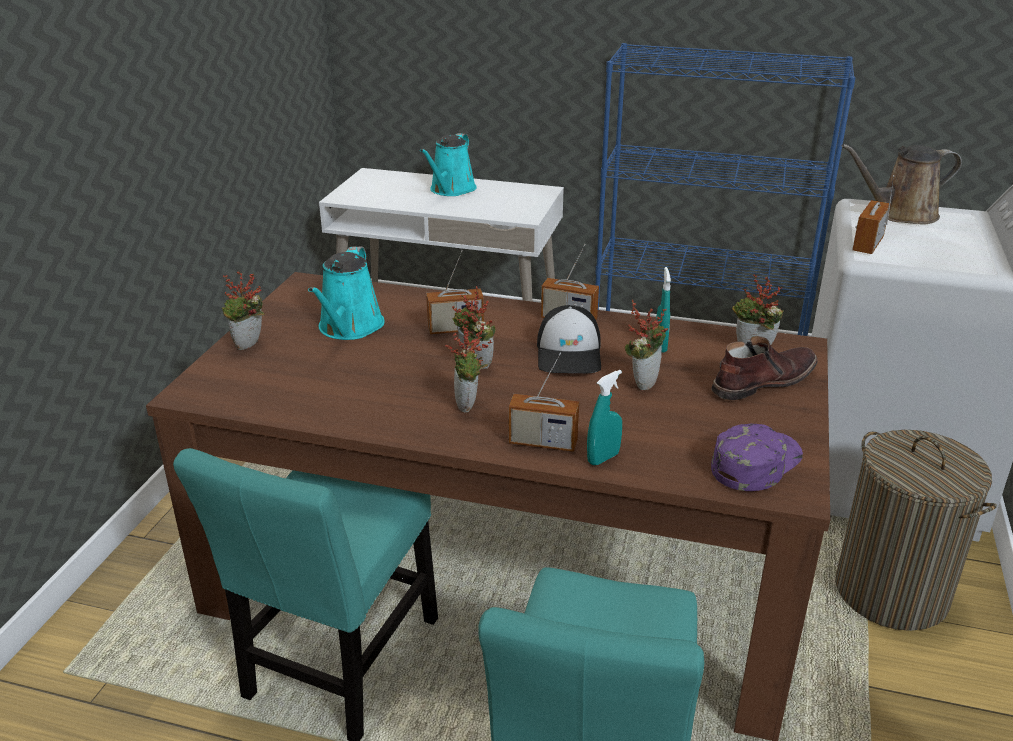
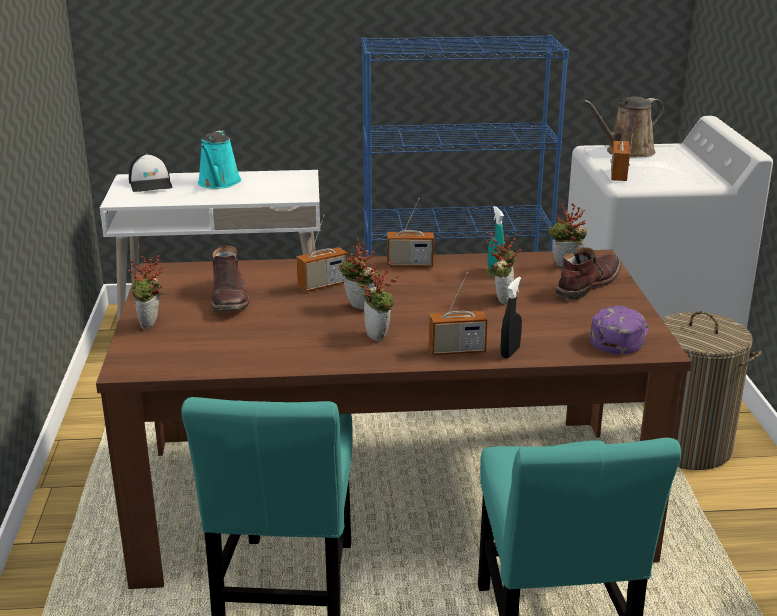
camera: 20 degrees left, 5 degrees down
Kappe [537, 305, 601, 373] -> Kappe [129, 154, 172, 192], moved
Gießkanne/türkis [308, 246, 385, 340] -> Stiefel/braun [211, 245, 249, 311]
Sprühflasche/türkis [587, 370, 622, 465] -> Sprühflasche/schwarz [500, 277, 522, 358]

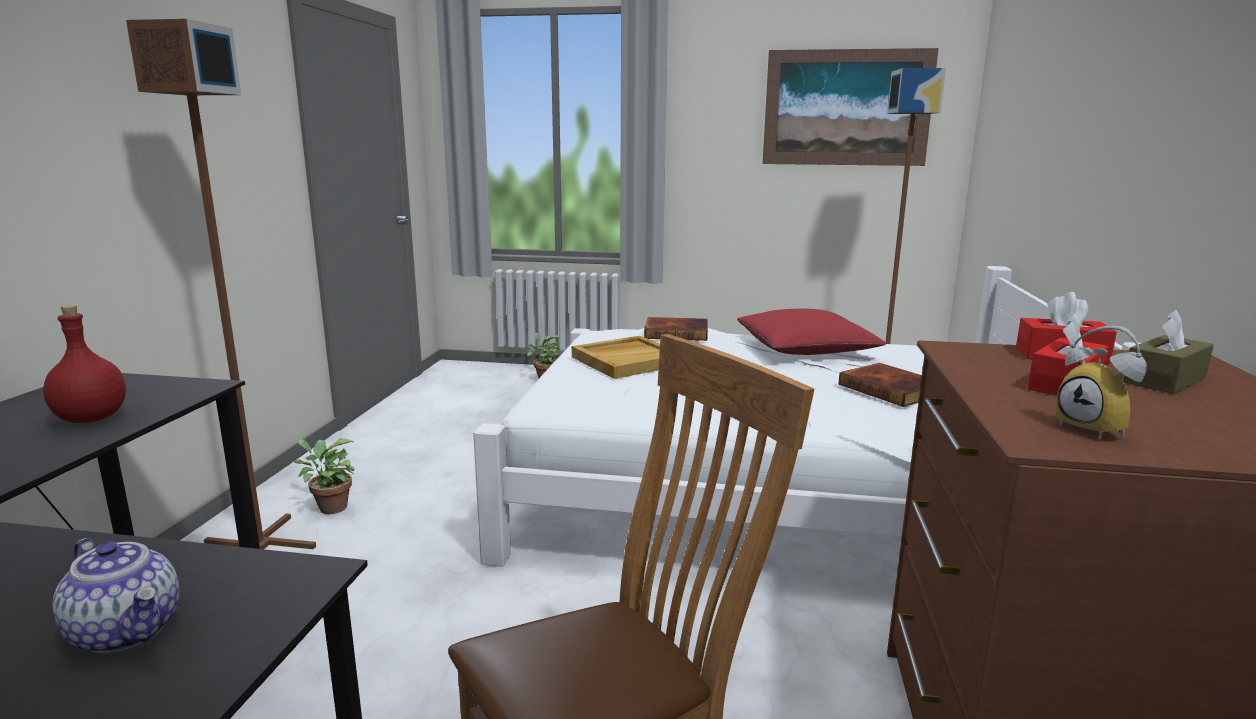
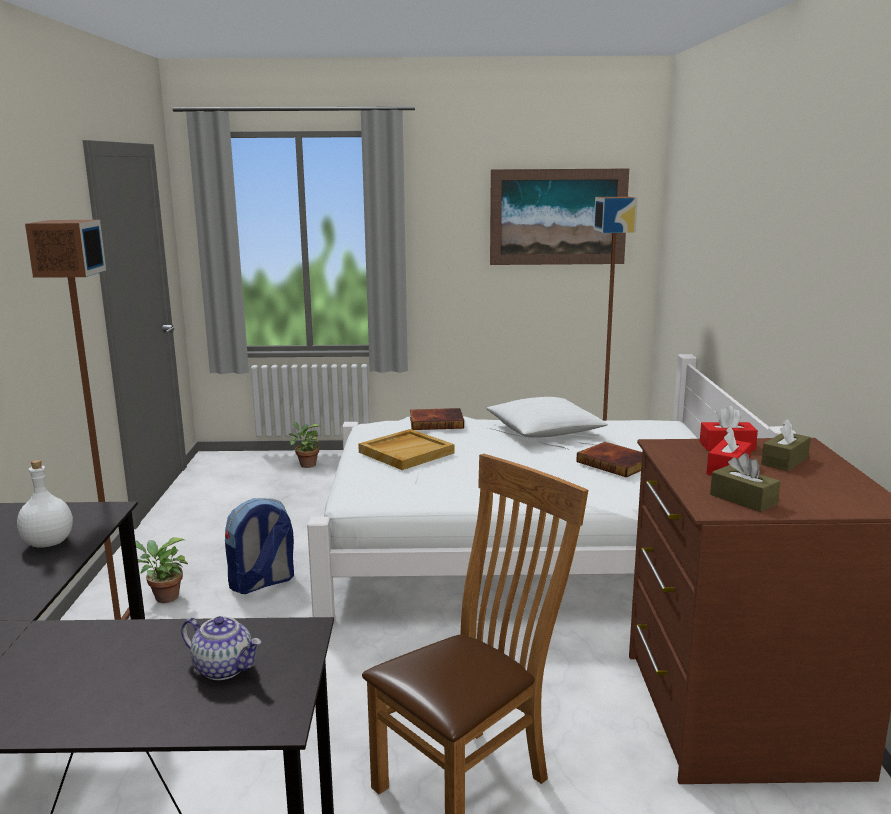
camera: 10 degrees left, 0 degrees up
Flasche/rot [43, 305, 126, 423] -> Flasche/weiß [17, 460, 73, 548]
none -> Rucksack [225, 498, 294, 594]
Kissen/rot [737, 309, 886, 355] -> Kissen/weiß [486, 397, 608, 438]
Wecker [1055, 326, 1147, 440] -> Taschentuchbox/braun [710, 453, 781, 512]

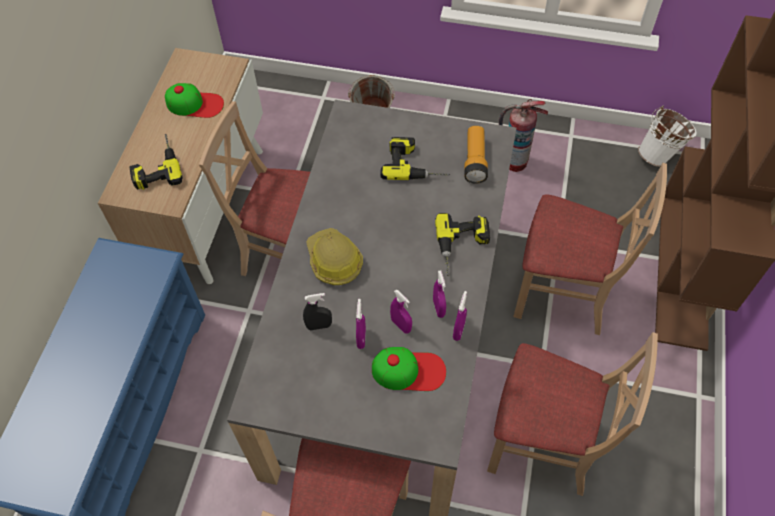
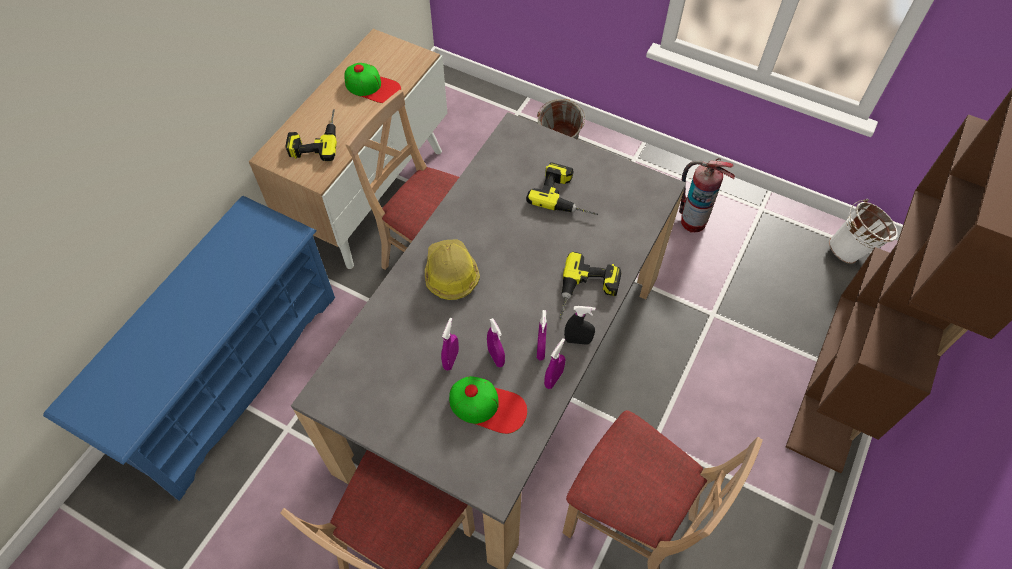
camera: 15 degrees right, 0 degrees up
Sprühflasche/schwarz [303, 293, 332, 330] -> Sprühflasche/schwarz [564, 306, 595, 345], moved
Taschenlampe [464, 126, 488, 184] -> none
Stuhl/beige [513, 163, 667, 335] -> none

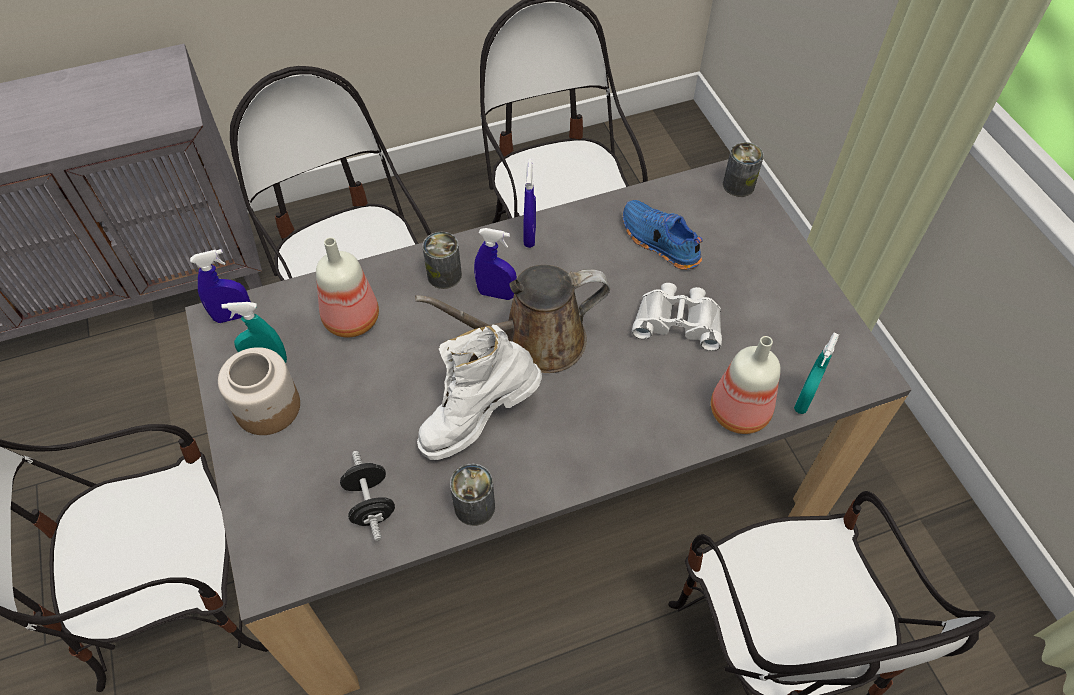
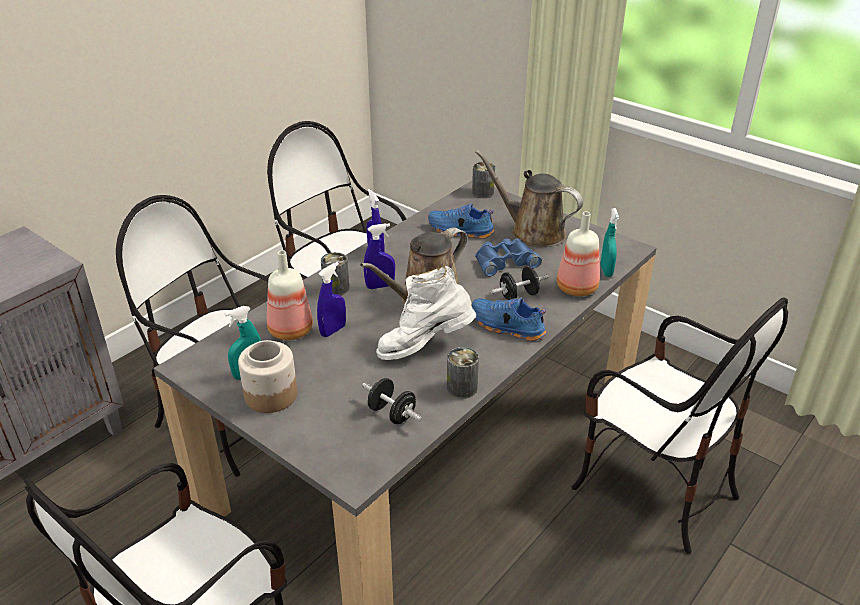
camera: 30 degrees left, 20 degrees down
Sprühflasche/blau [190, 249, 251, 323] -> Sprühflasche/blau [317, 262, 346, 337], moved
Stiefel/weiß [417, 325, 542, 460] -> Stiefel/weiß [376, 266, 476, 360], 45 degrees clockwise
none -> Schuh/blau [471, 298, 546, 341]
none -> Gießkanne/braun [475, 150, 583, 247]
Fernglas/weiß [632, 283, 722, 351] -> Fernglas/blau [475, 238, 542, 277]
none -> Hantel/schwarz [491, 267, 549, 300]

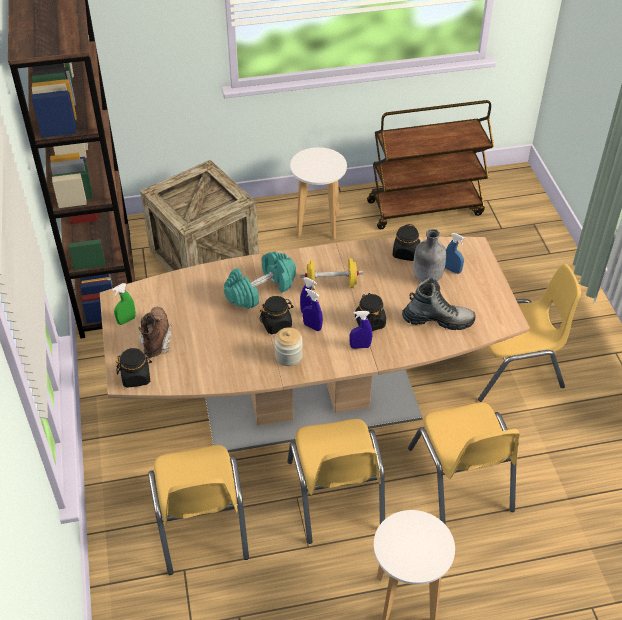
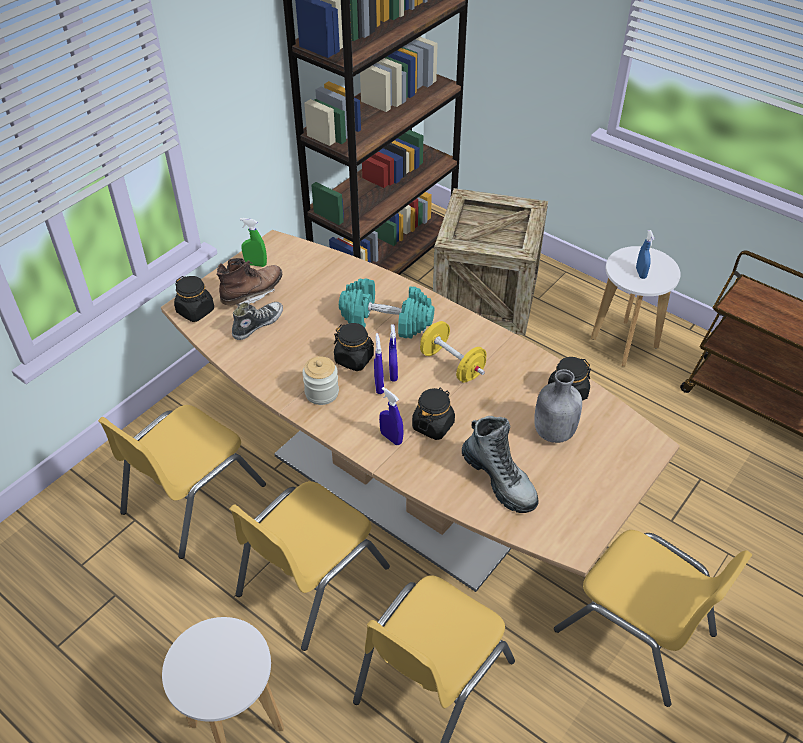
camera: 50 degrees right, 0 degrees up
none -> Schuh [232, 302, 283, 340]
Sprühflasche/blau [445, 233, 465, 274] -> Sprühflasche/blau [636, 230, 655, 279], moved

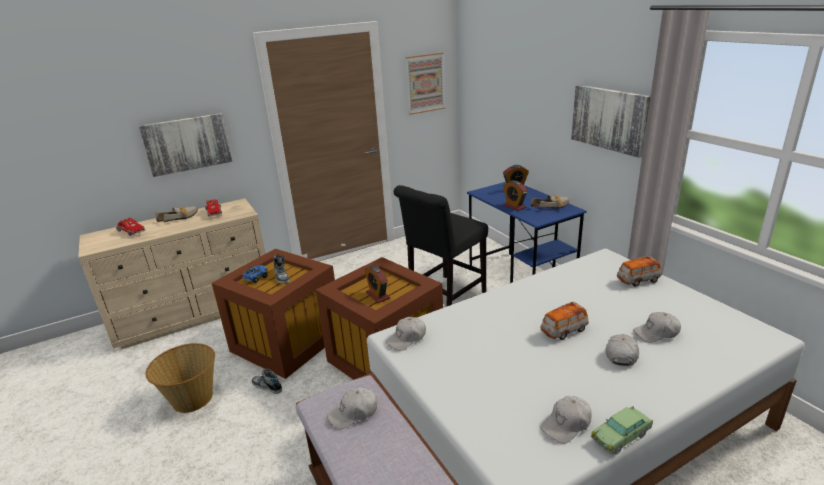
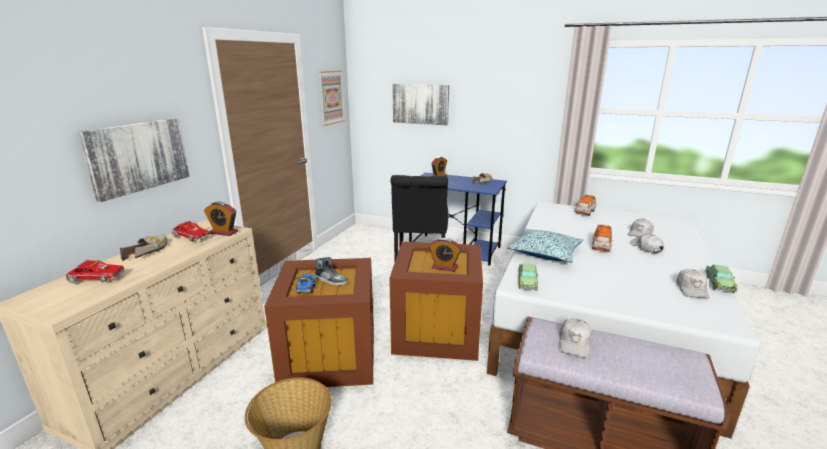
camera: 40 degrees left, 5 degrees down
Wecker [503, 180, 527, 211] -> Wecker [204, 201, 238, 236], moved
Bild [571, 85, 650, 158] -> Bild [392, 84, 449, 125], moved
none -> Kissen [507, 229, 584, 263]
Kappe/weiß [386, 317, 426, 351] -> Spielzeugauto [519, 263, 538, 291]
Schuh [252, 368, 282, 394] -> none

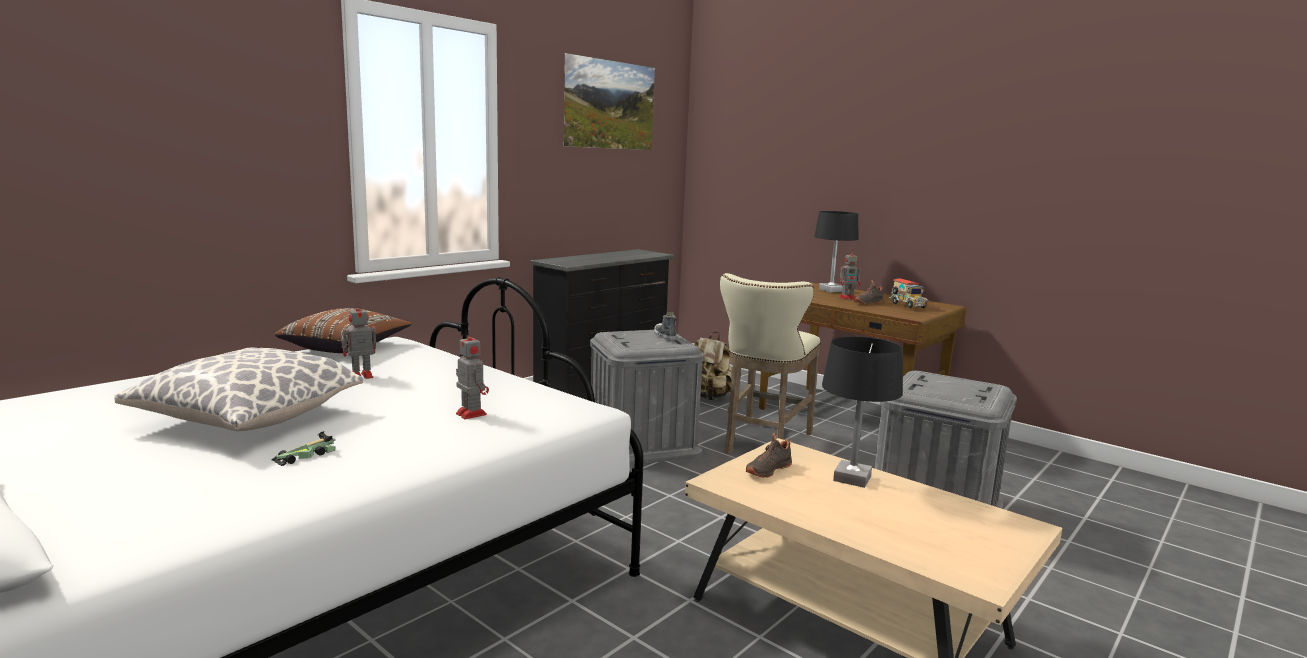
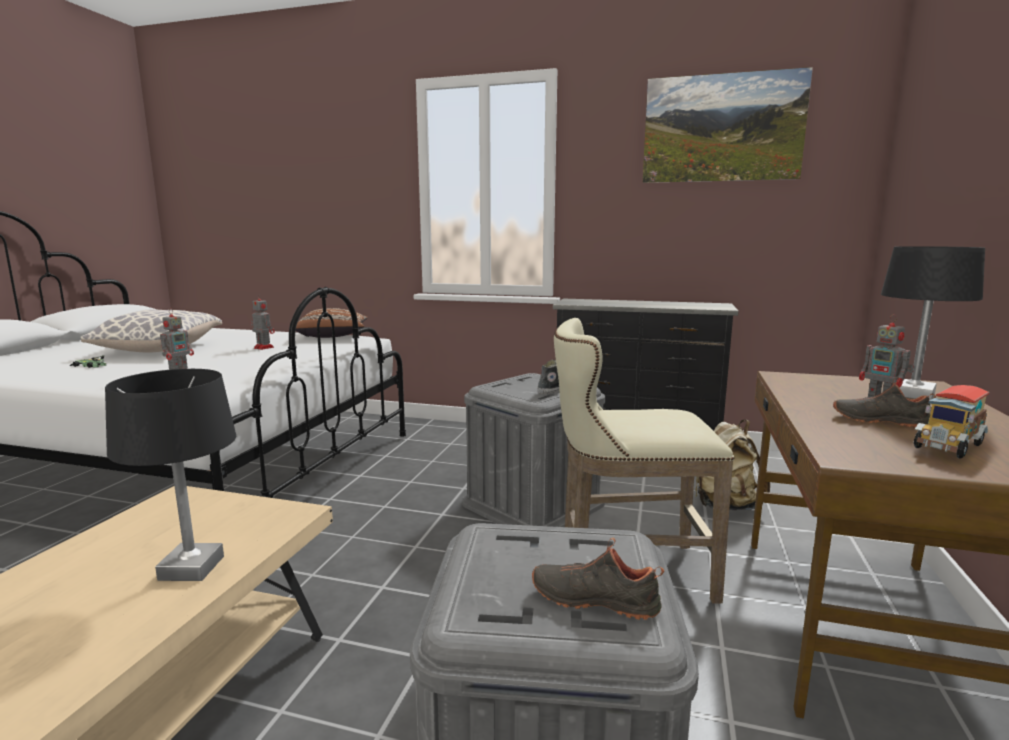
camera: 65 degrees right, 0 degrees up
Schuh/schwarz [746, 433, 792, 478] -> Schuh/schwarz [532, 538, 664, 620], moved

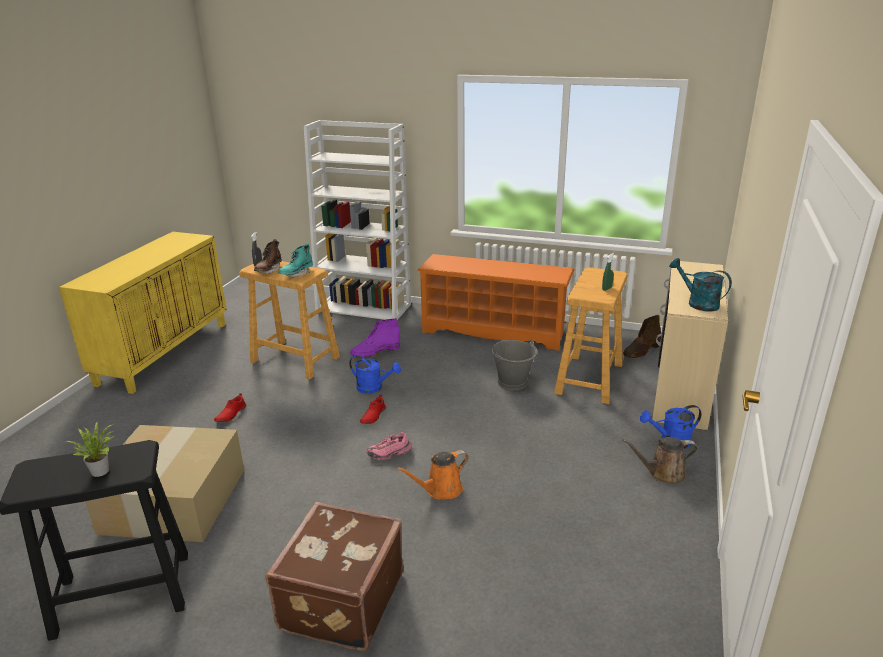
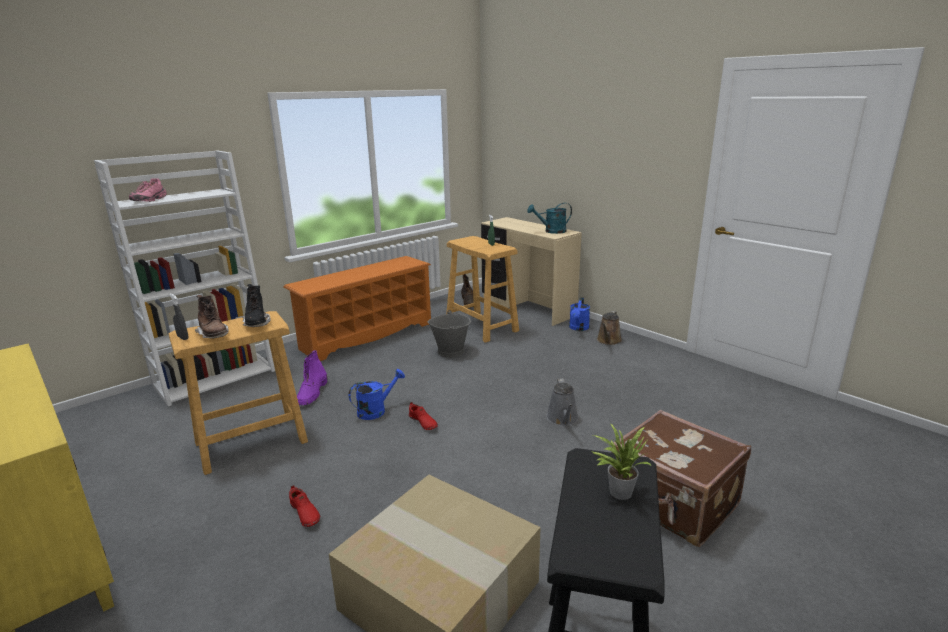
camera: 60 degrees left, 5 degrees down
Schuh/rosa [366, 432, 412, 461] -> Schuh/rosa [129, 178, 167, 202], moved
Stiefel/türkis [278, 243, 313, 277] -> Stiefel/schwarz [242, 284, 271, 327]
Gießkanne/orange [396, 450, 469, 499] -> Gießkanne/grau [546, 379, 579, 426]

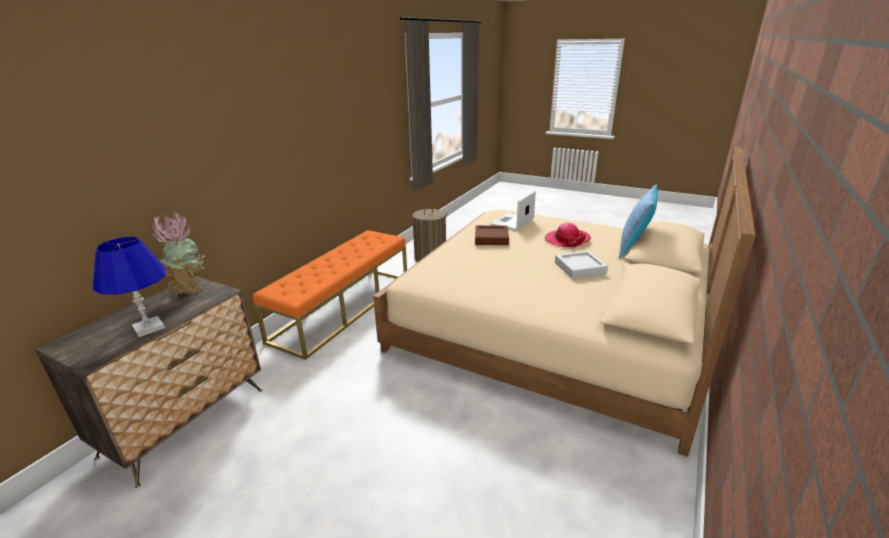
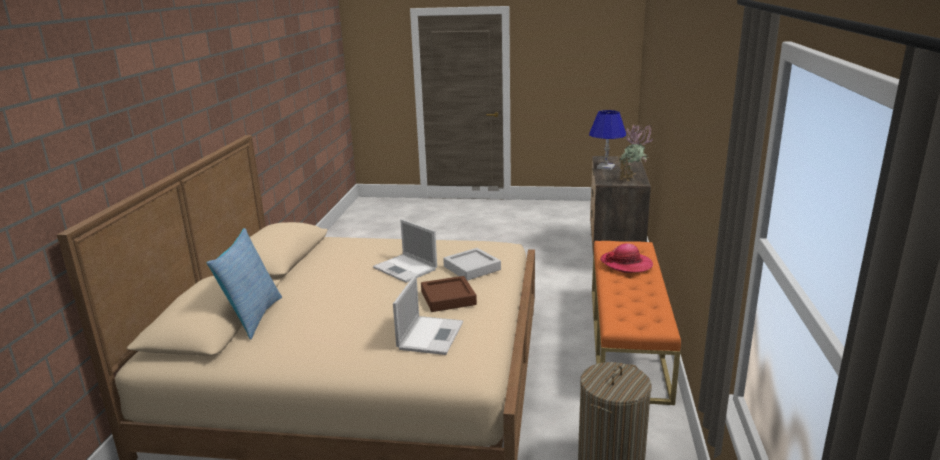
camera: 160 degrees right, 5 degrees down
none -> Laptop [373, 219, 437, 283]
Tablett/grau [555, 251, 608, 279] -> Tablett/grau [443, 248, 501, 281], moved
Hut [545, 223, 591, 247] -> Hut [600, 243, 653, 273], moved

